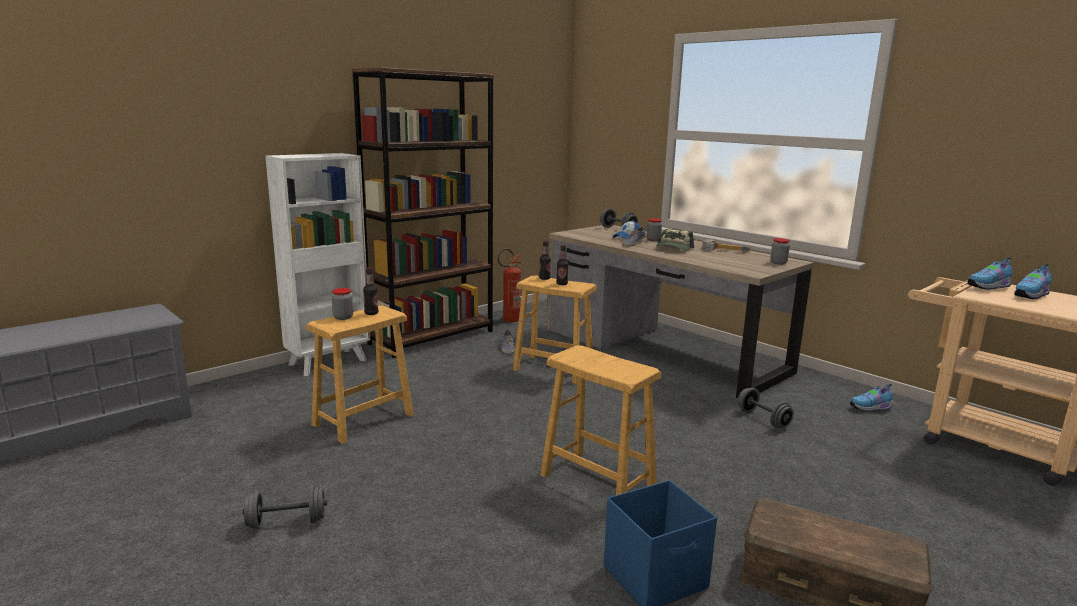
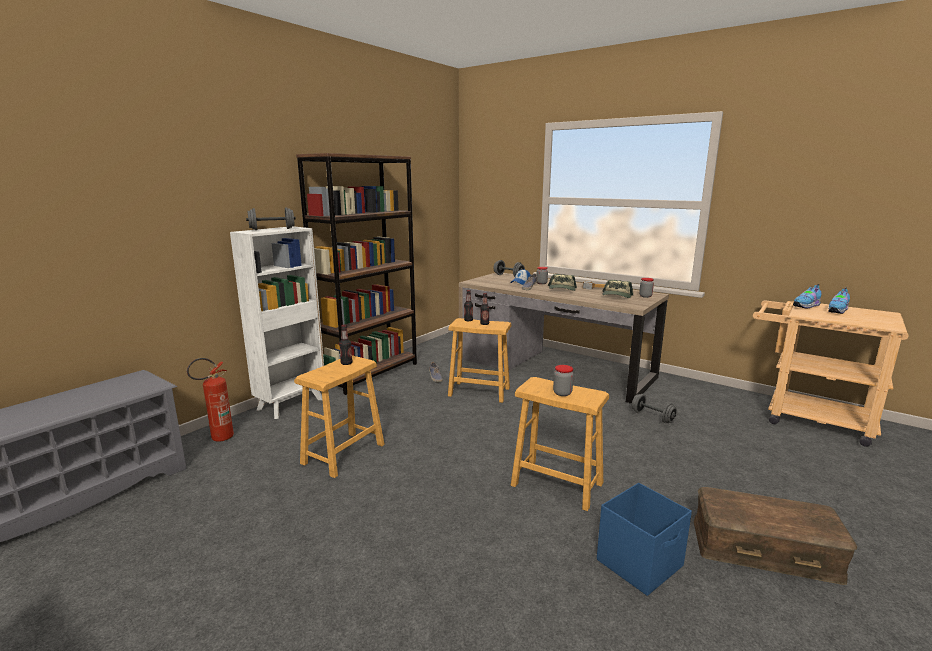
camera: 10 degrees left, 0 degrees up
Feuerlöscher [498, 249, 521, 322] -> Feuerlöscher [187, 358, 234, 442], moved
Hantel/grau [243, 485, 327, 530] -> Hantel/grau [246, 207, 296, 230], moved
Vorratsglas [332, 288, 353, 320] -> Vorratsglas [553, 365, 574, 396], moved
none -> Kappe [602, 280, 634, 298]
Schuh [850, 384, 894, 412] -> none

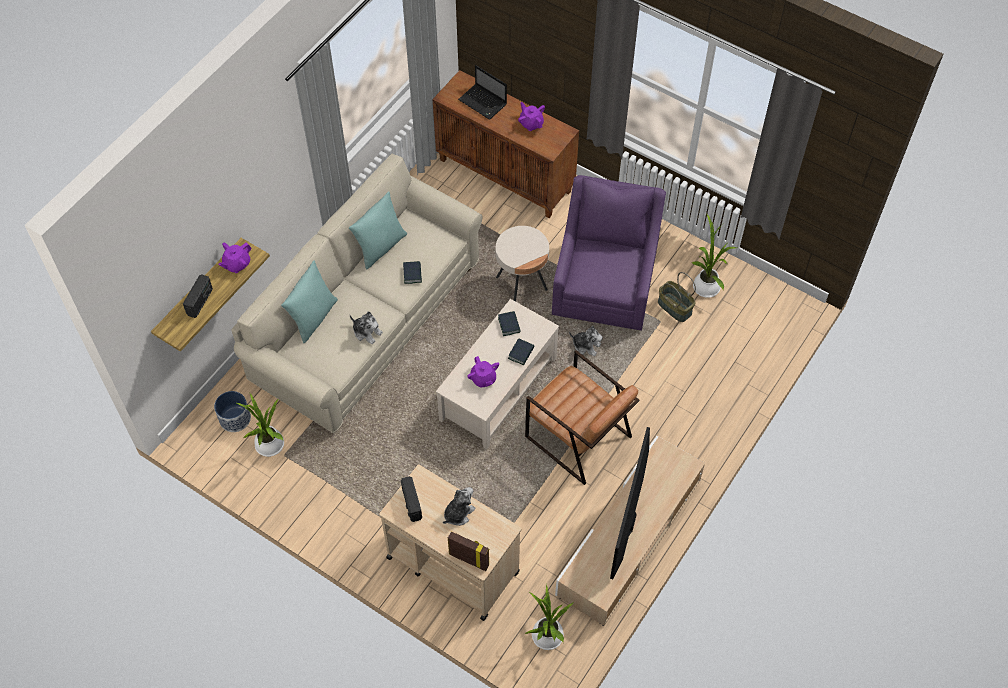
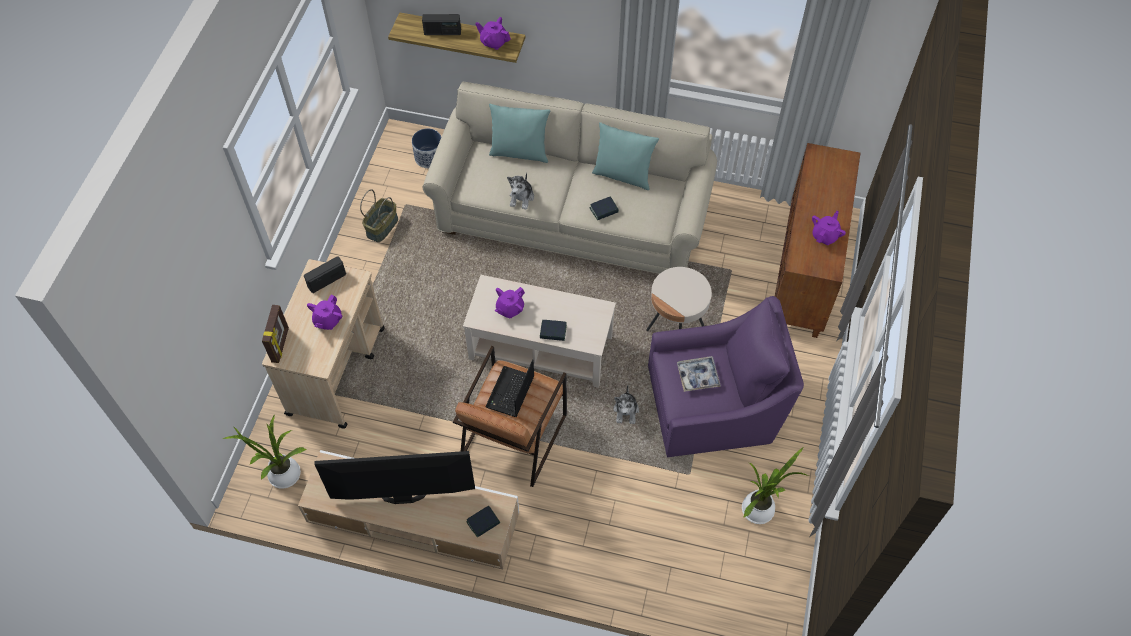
camera: 70 degrees right, 0 degrees up
Plüschtier [443, 487, 475, 526] -> Teekanne/lila [307, 295, 342, 330]
Korb [658, 272, 696, 322] -> Korb [360, 189, 398, 242], moved
Buch [498, 311, 521, 336] -> Buch [466, 506, 500, 538], moved
Laptop [458, 65, 507, 120] -> Laptop [486, 359, 534, 417], moved
none -> Tablett [677, 356, 721, 392]
Topfpflanze [237, 393, 284, 457] -> none

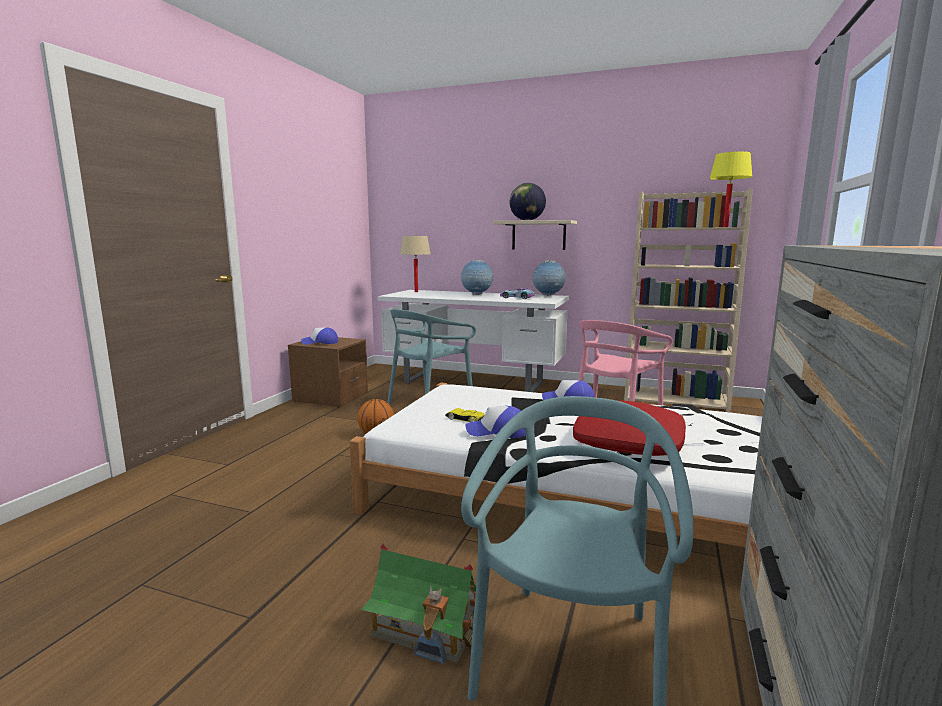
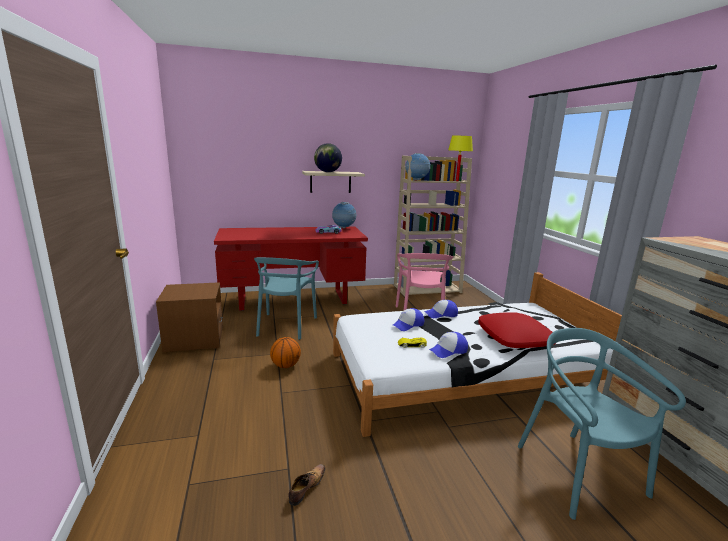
camera: 35 degrees left, 5 degrees up
Schreibtisch/weiß [378, 290, 569, 392] -> Schreibtisch/rot [214, 226, 368, 311]
none -> Schuh [288, 464, 325, 506]
Kappe [301, 327, 338, 345] -> Kappe [393, 308, 424, 331], moved
Globus [460, 260, 493, 295] -> Globus [405, 153, 430, 180], moved
Spielzeughaus [361, 544, 476, 664] -> none
Tischlampe/beige [400, 236, 431, 292] -> none

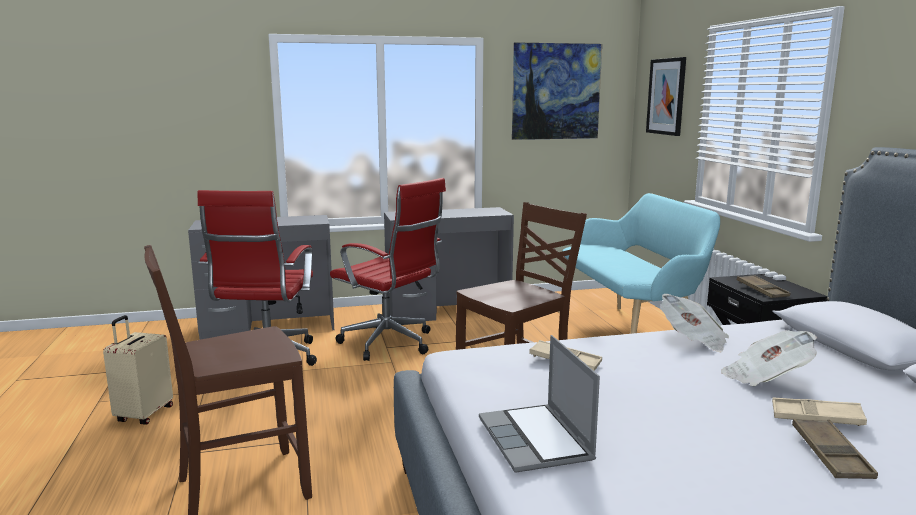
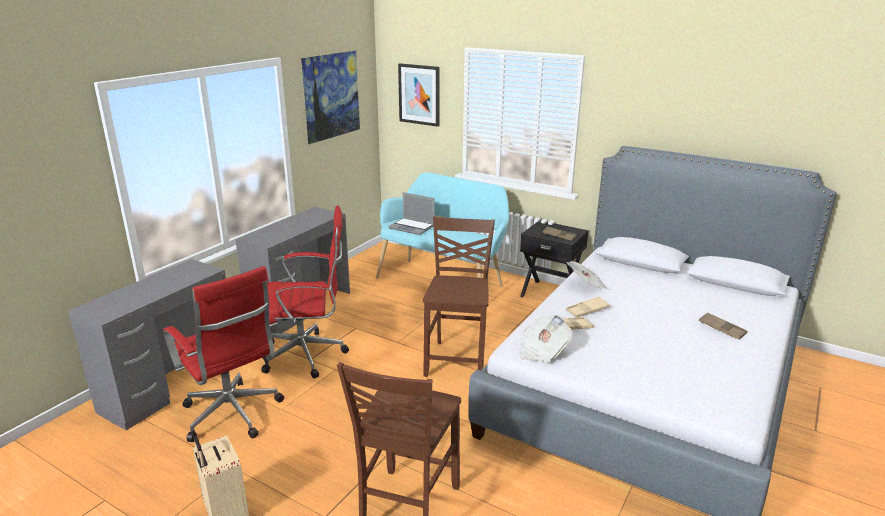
camera: 45 degrees left, 10 degrees up
Laptop [479, 335, 600, 473] -> Laptop [388, 192, 435, 235], moved
Zeitung [721, 330, 817, 386] -> Zeitung [520, 315, 573, 363], moved
Tablett/beige [772, 398, 867, 426] -> Tablett/beige [566, 297, 610, 317], moved

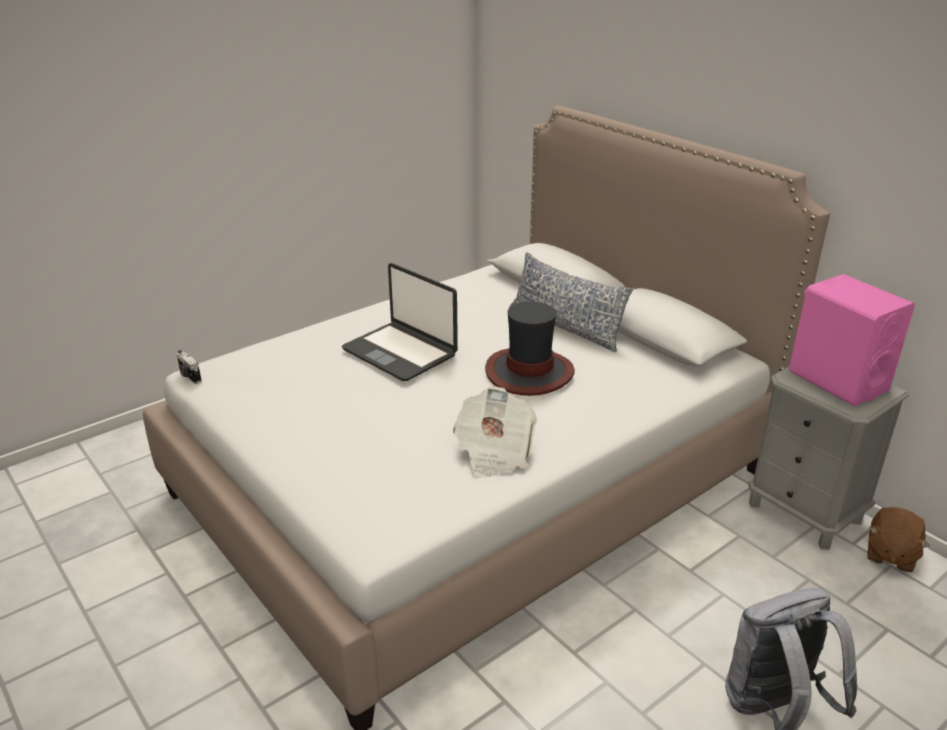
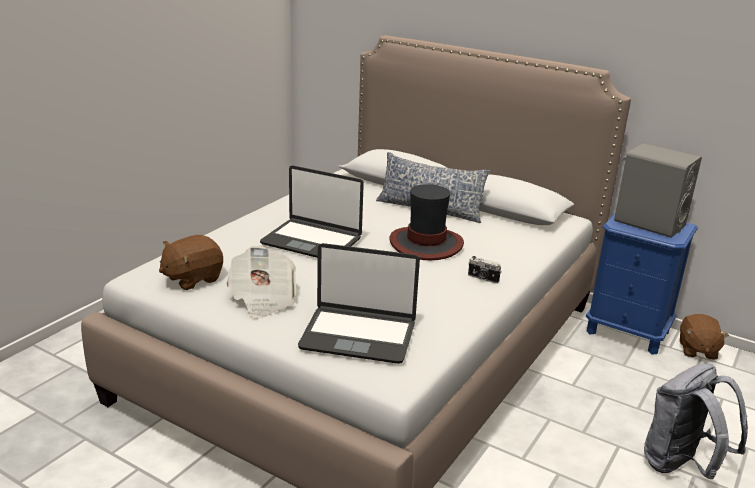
camera: 20 degrees left, 5 degrees down
none -> Plüschtier/braun [159, 235, 223, 290]
Zeitung [453, 387, 537, 478] -> Zeitung [226, 246, 296, 319], moved
none -> Laptop [298, 243, 420, 364]
Kamera [176, 350, 202, 384] -> Kamera [468, 256, 501, 284], moved
Nachttisch/grau [748, 367, 909, 550] -> Nachttisch/blau [586, 213, 698, 355]
Lautsprecher/rosa [789, 274, 915, 406] -> Lautsprecher/grau [614, 143, 702, 238]

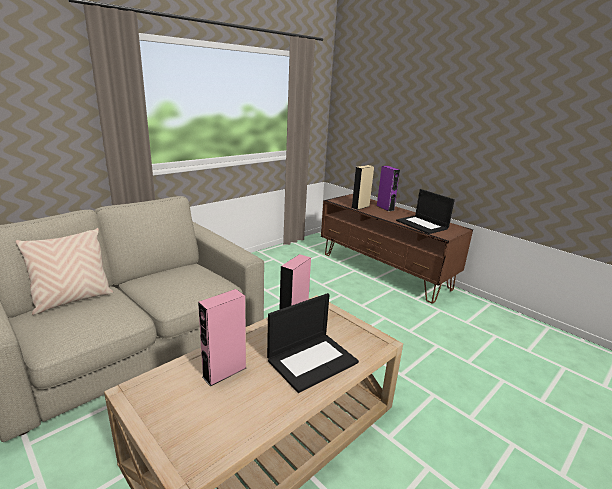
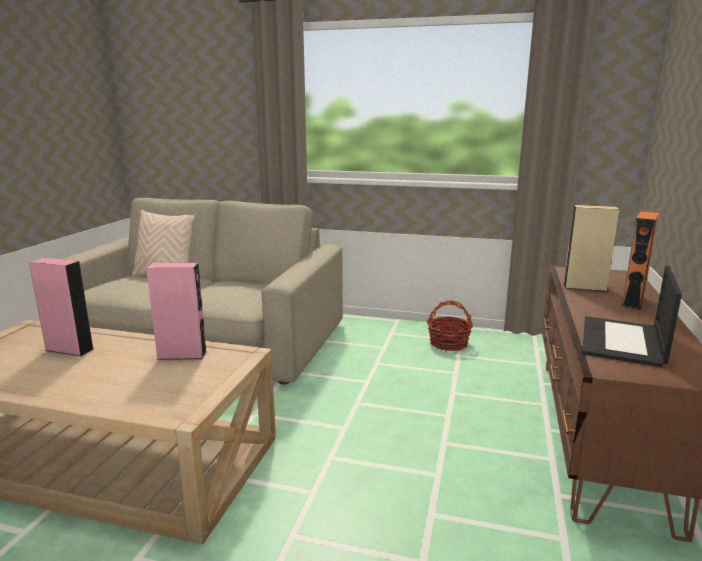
camera: 60 degrees right, 5 degrees down
none -> Korb [427, 300, 473, 351]
Lautsprecher/lila [377, 166, 400, 211] -> Lautsprecher/orange [621, 211, 659, 310]
Laptop [267, 293, 359, 393] -> none

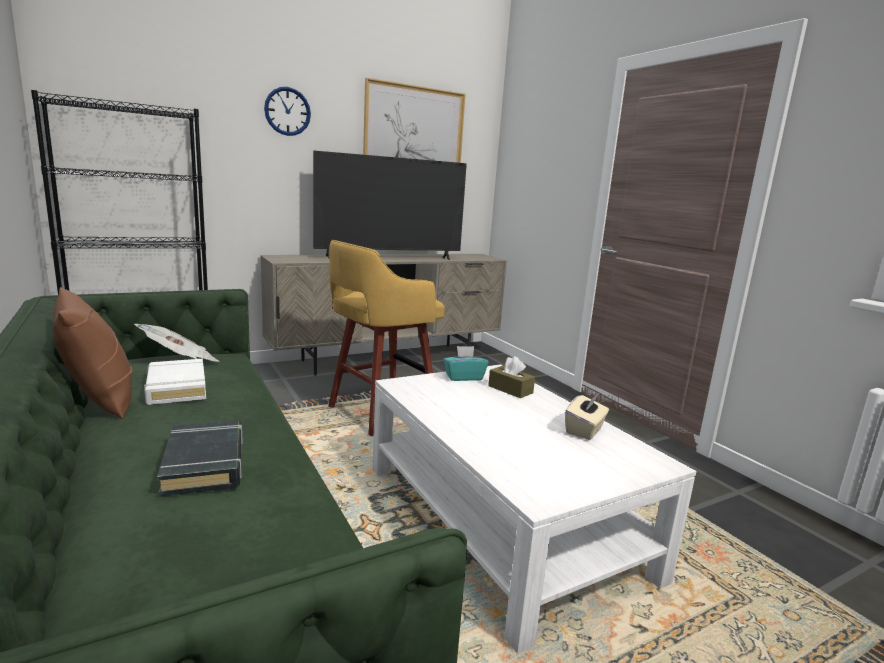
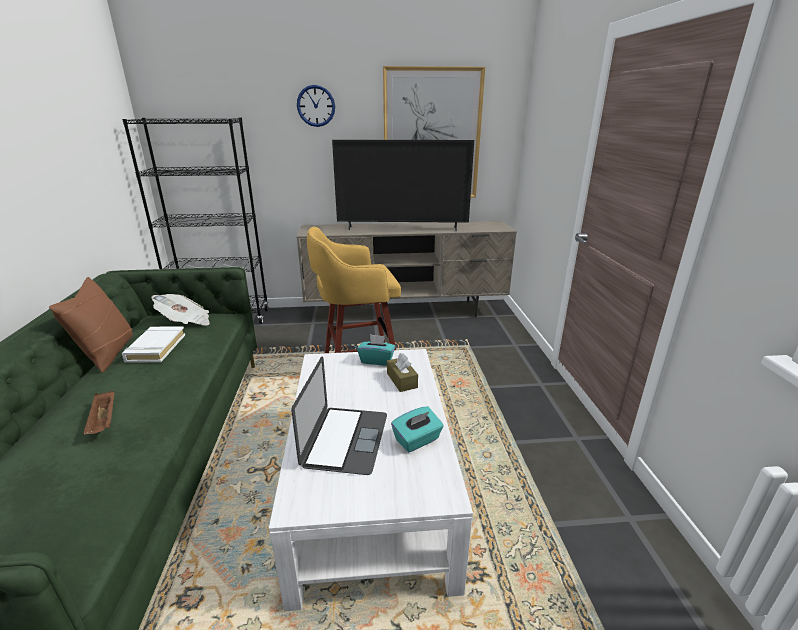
camera: 25 degrees right, 10 degrees up
Buch/schwarz [157, 420, 243, 497] -> Tablett/braun [83, 391, 115, 435]
none -> Laptop [291, 356, 387, 475]
Taschentuchbox/beige [565, 394, 609, 440] -> Taschentuchbox/türkis [391, 407, 444, 452]

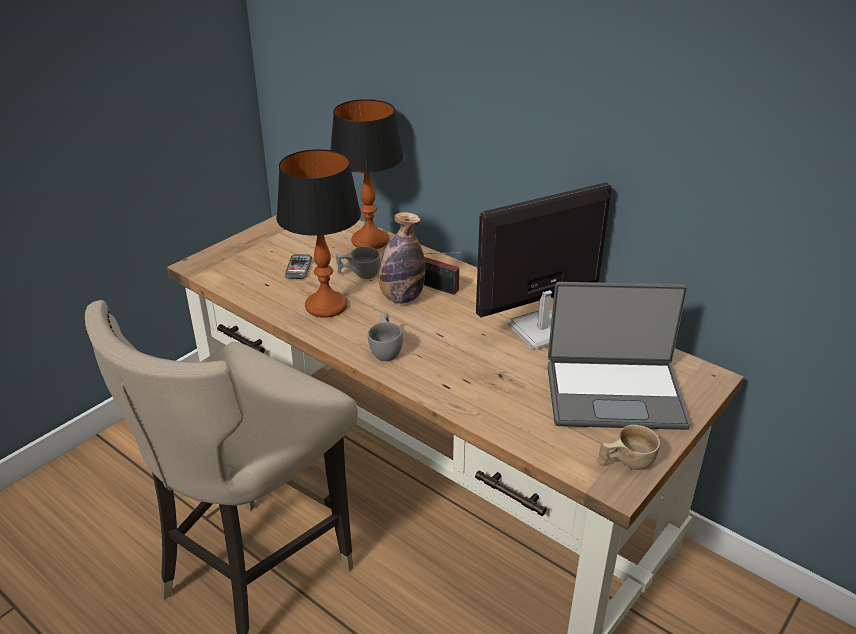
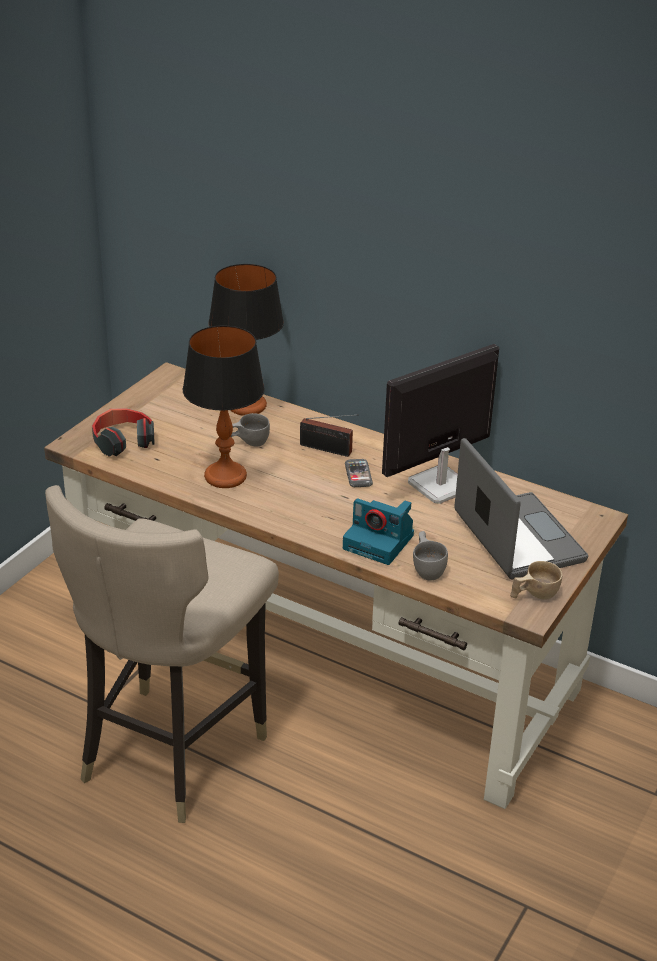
camera: 10 degrees left, 0 degrees up
none -> Kopfhörer [92, 408, 155, 457]
none -> Kamera [343, 499, 414, 565]
Handy [285, 254, 312, 279] -> Handy [345, 459, 373, 487], moved
Tasse/grau [368, 313, 403, 361] -> Tasse/grau [413, 531, 448, 580], moved
Laptop [548, 282, 691, 430] -> Laptop [454, 438, 588, 579], 105 degrees counterclockwise
Flasche [379, 212, 426, 303] -> none

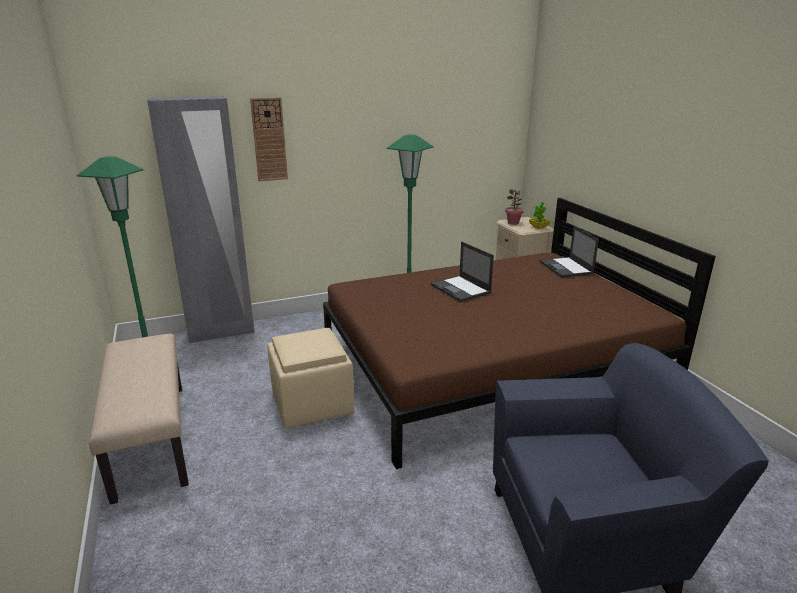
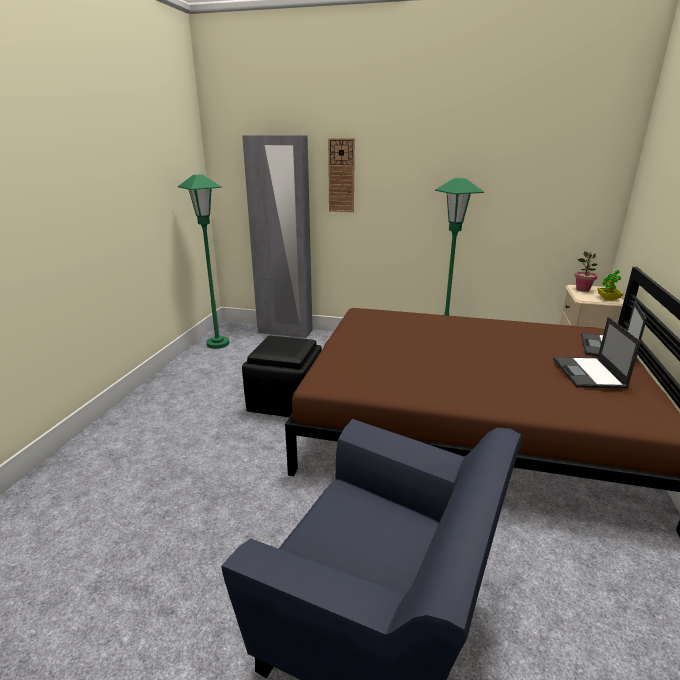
camera: 35 degrees right, 0 degrees up
Polsterhocker/beige [267, 328, 354, 429] -> Polsterhocker/schwarz [242, 336, 322, 417]
Laptop [431, 241, 494, 302] -> Laptop [553, 317, 641, 389], moved
Bank/beige [89, 333, 189, 505] -> none

